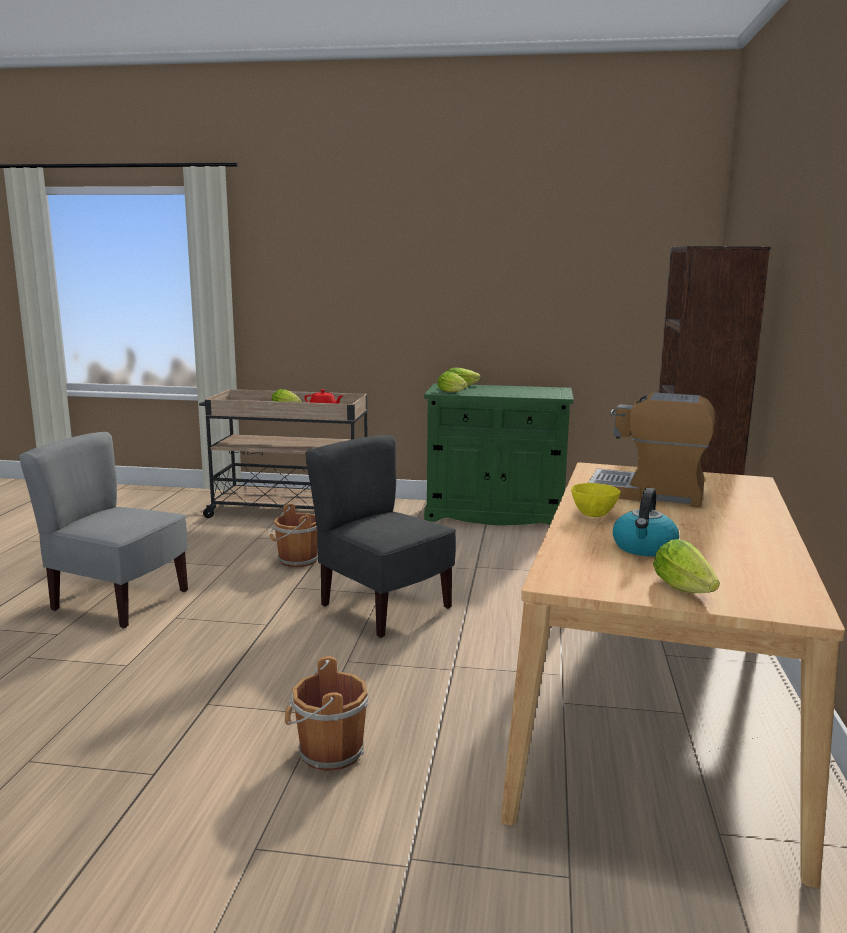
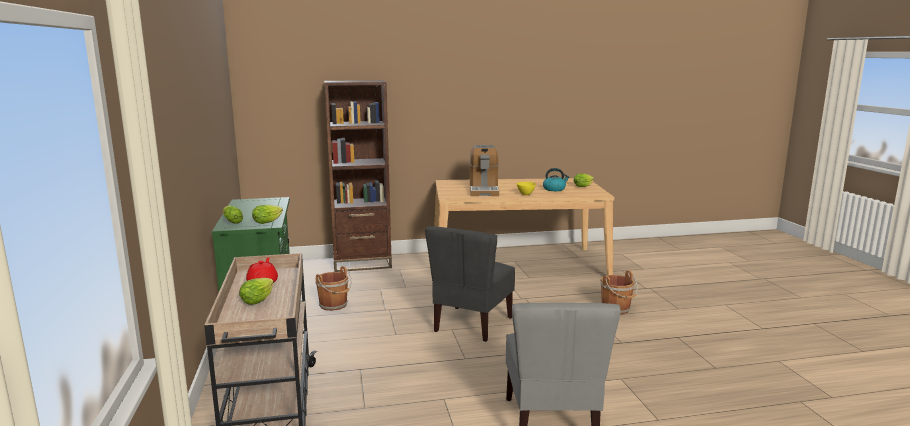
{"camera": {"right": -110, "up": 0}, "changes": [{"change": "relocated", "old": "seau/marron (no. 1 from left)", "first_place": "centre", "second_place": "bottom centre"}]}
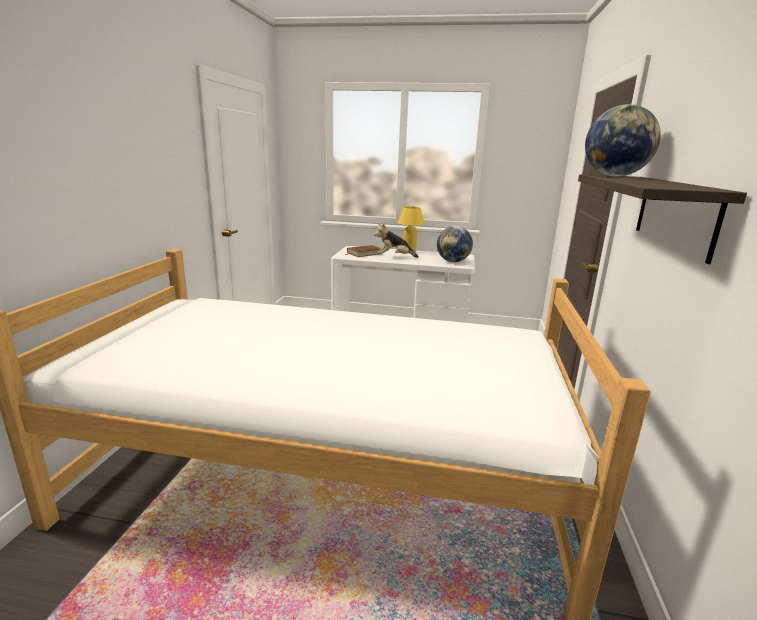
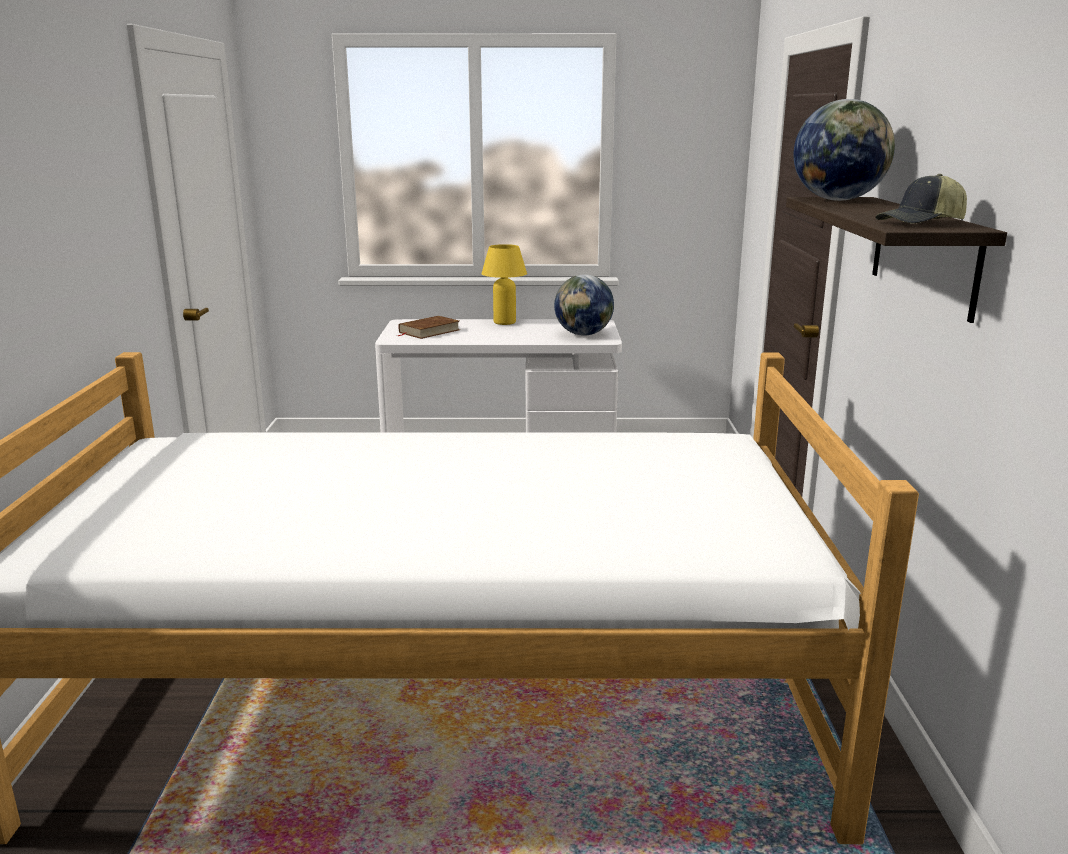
{"camera": {"right": -10, "up": 0}, "changes": [{"change": "appeared", "new": "casquette", "second_place": "top right"}, {"change": "missing", "old": "peluche", "first_place": "centre"}]}
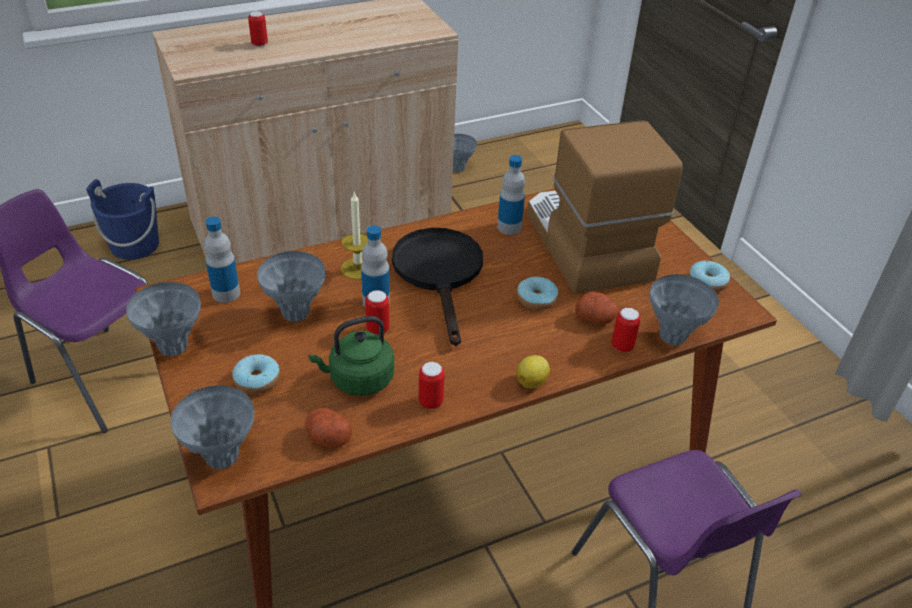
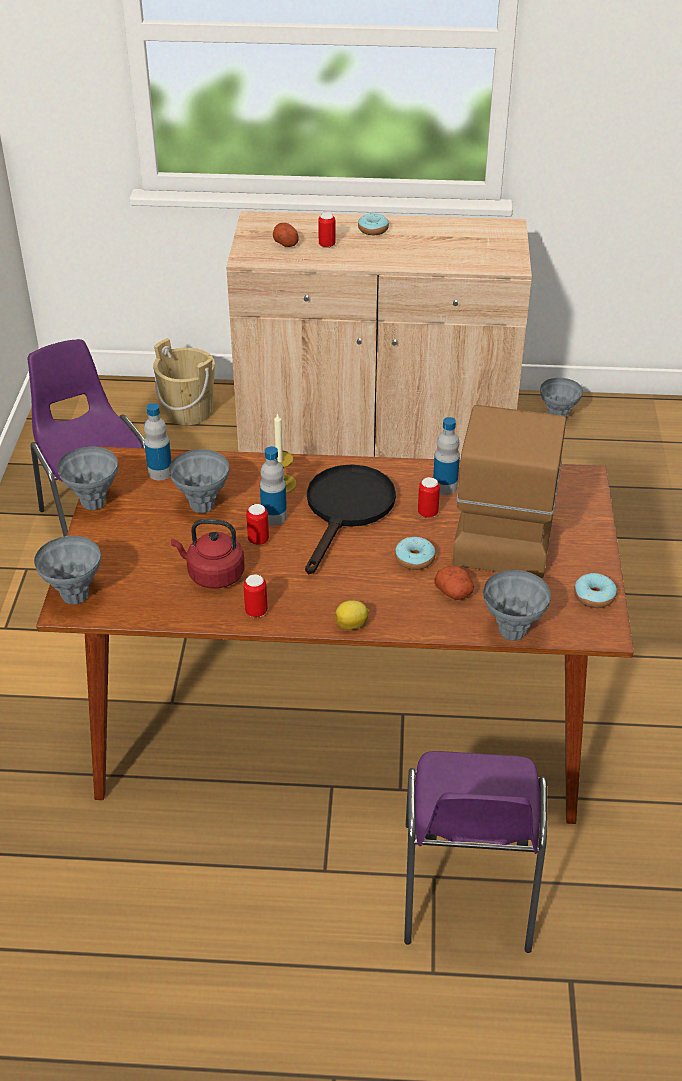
{"camera": {"right": 30, "up": 0}, "changes": [{"change": "colour", "old": "seau/bleu", "new": "seau/beige", "first_place": "middle left", "second_place": "middle left"}, {"change": "colour", "old": "bouilloire/vert", "new": "bouilloire/rouge", "first_place": "centre", "second_place": "middle left"}, {"change": "relocated", "old": "pomme de terre (no. 1 from left)", "first_place": "bottom centre", "second_place": "top centre"}, {"change": "relocated", "old": "beignet (no. 1 from left)", "first_place": "middle left", "second_place": "top centre"}, {"change": "relocated", "old": "boîte métallique (no. 4 from left)", "first_place": "middle right", "second_place": "centre"}]}
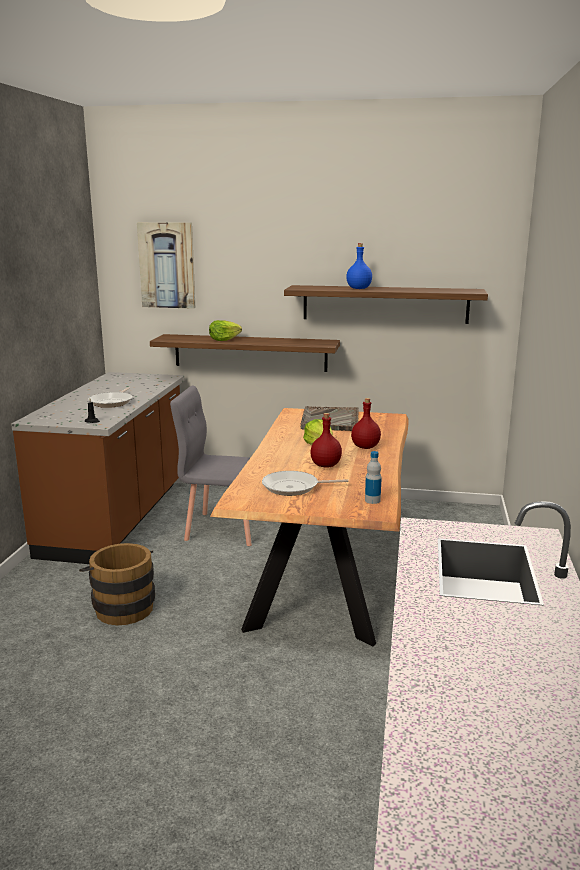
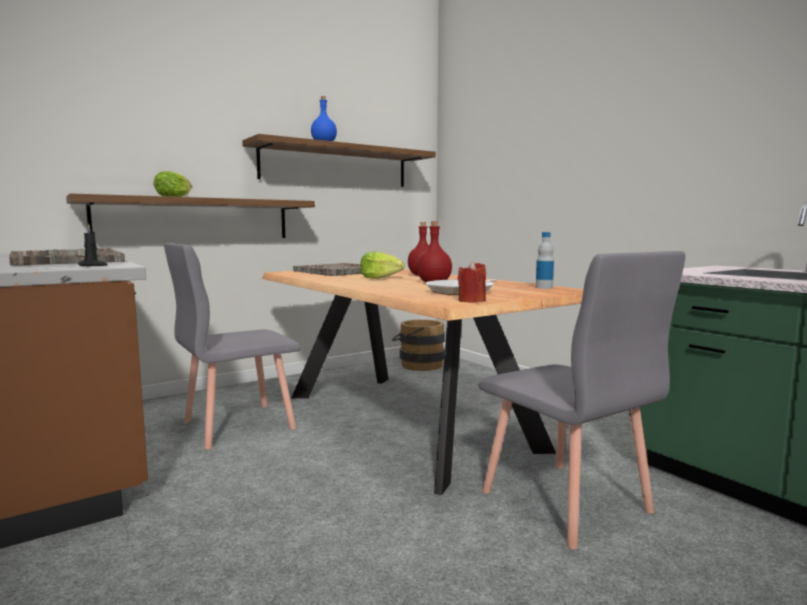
{"camera": {"right": -45, "up": -10}, "changes": [{"change": "exchanged", "old": "poêle (no. 1 from left)", "new": "plateau/gris (no. 1 from left)", "first_place": "middle left", "second_place": "middle left"}, {"change": "relocated", "old": "seau/marron", "first_place": "bottom left", "second_place": "centre"}, {"change": "appeared", "new": "bougie/rouge", "second_place": "centre"}, {"change": "appeared", "new": "chaise/gris (no. 2 from left)", "second_place": "middle right"}, {"change": "missing", "old": "tableau", "first_place": "top left"}]}
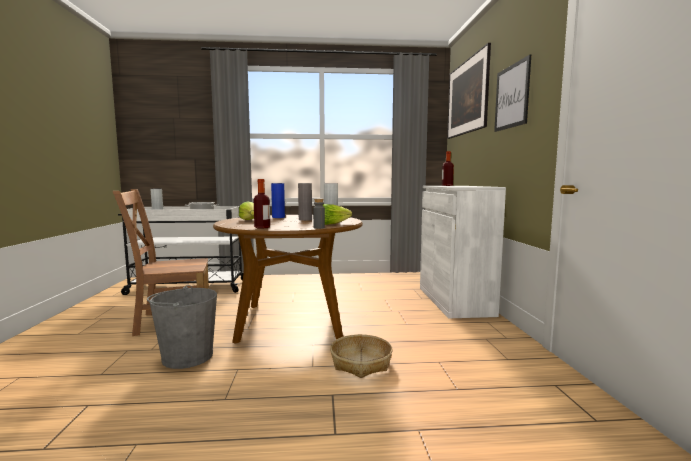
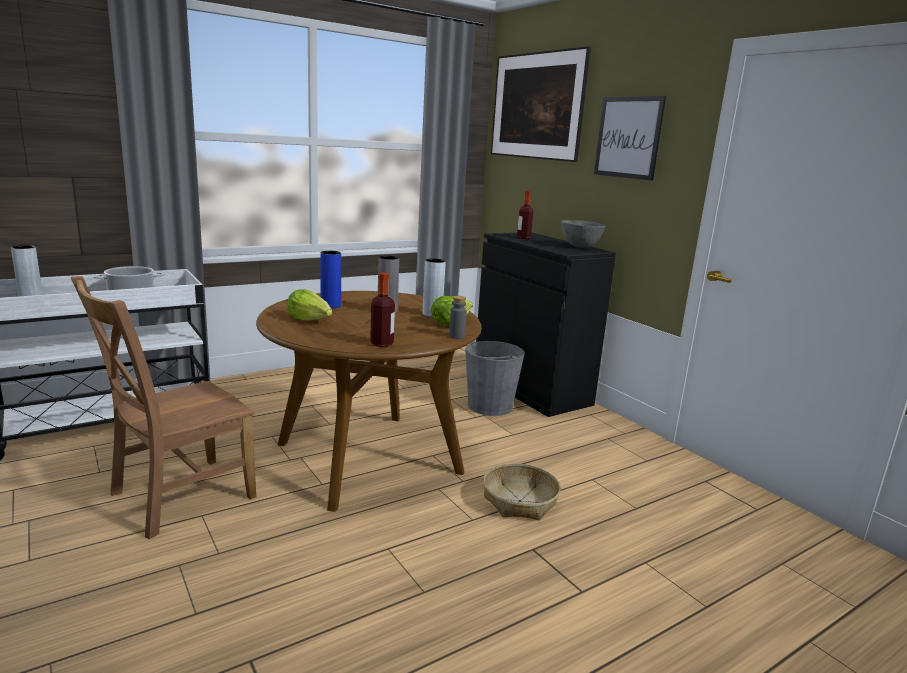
{"camera": {"right": -30, "up": 10}, "changes": [{"change": "relocated", "old": "seau/gris", "first_place": "bottom left", "second_place": "centre"}, {"change": "colour", "old": "meuble de rangement/blanc", "new": "meuble de rangement/noir", "first_place": "middle right", "second_place": "centre"}, {"change": "appeared", "new": "bol/gris", "second_place": "centre"}]}
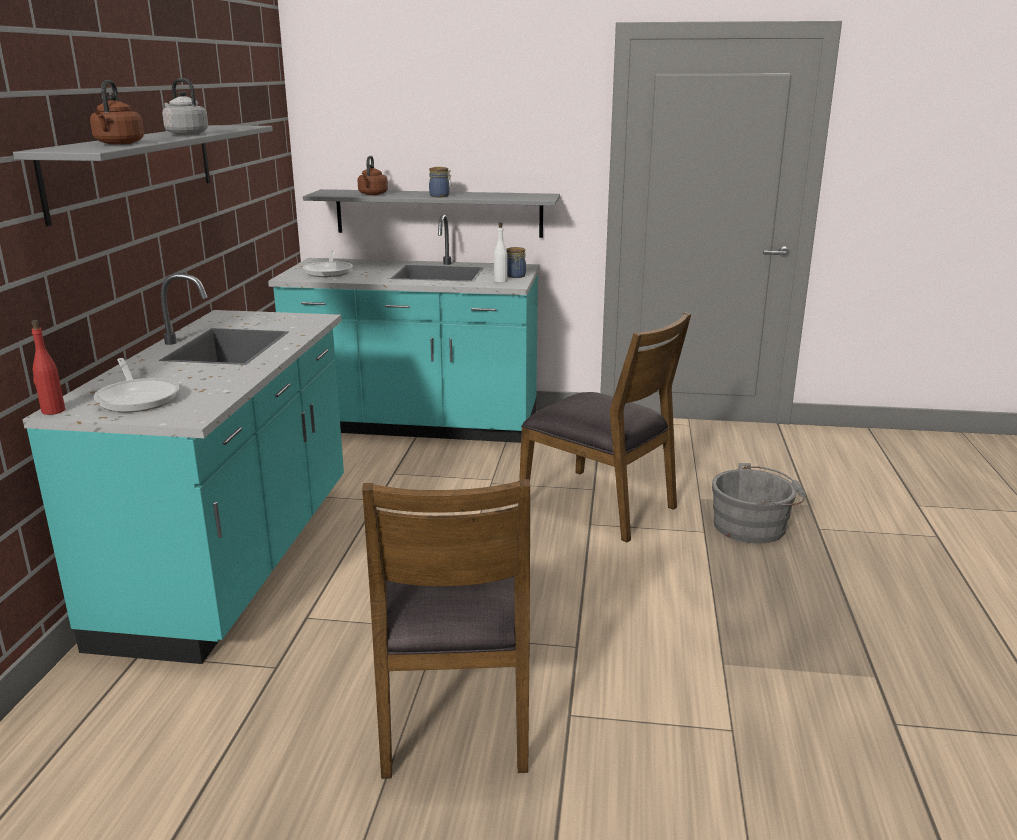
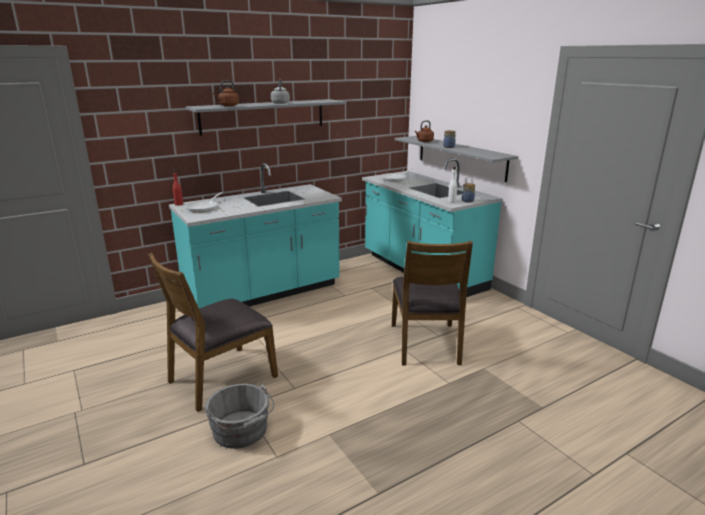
{"camera": {"right": 50, "up": 0}, "changes": [{"change": "relocated", "old": "seau/gris", "first_place": "middle right", "second_place": "bottom centre"}]}
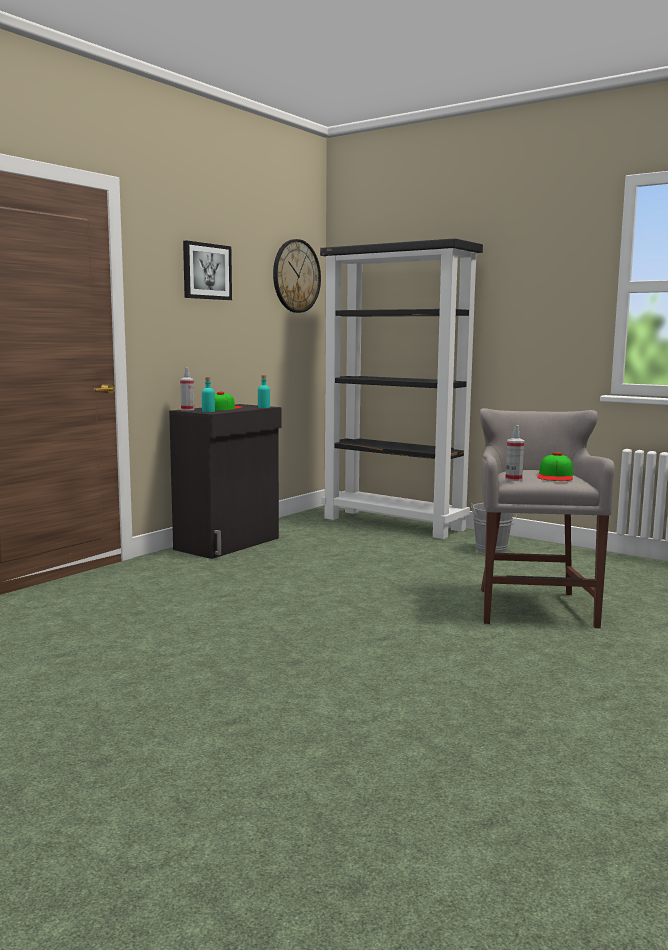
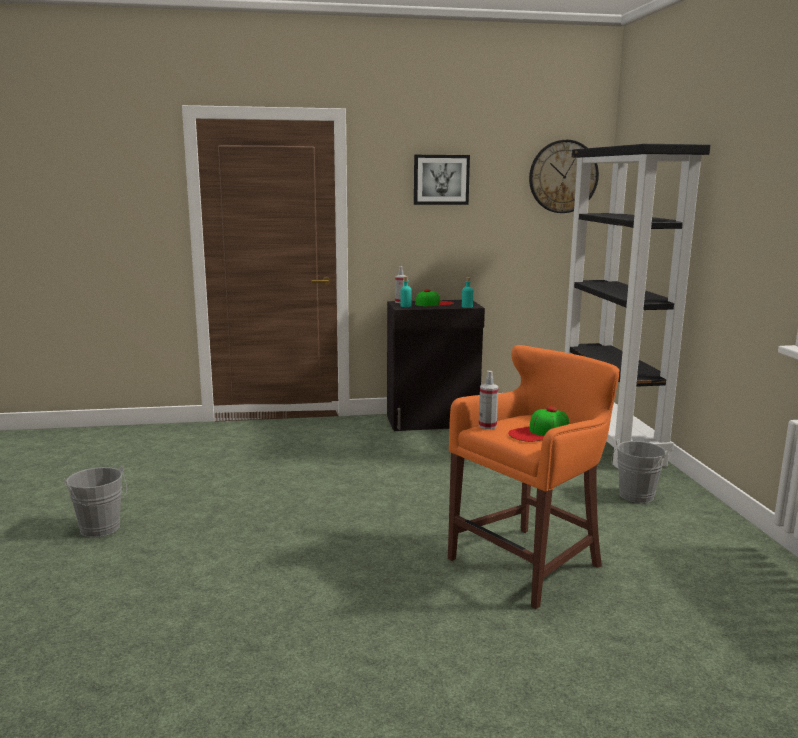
{"camera": {"right": 45, "up": 5}, "changes": [{"change": "appeared", "new": "seau/gris (no. 1 from left)", "second_place": "bottom left"}, {"change": "colour", "old": "tabouret/gris", "new": "tabouret/orange", "first_place": "middle right", "second_place": "middle right"}]}
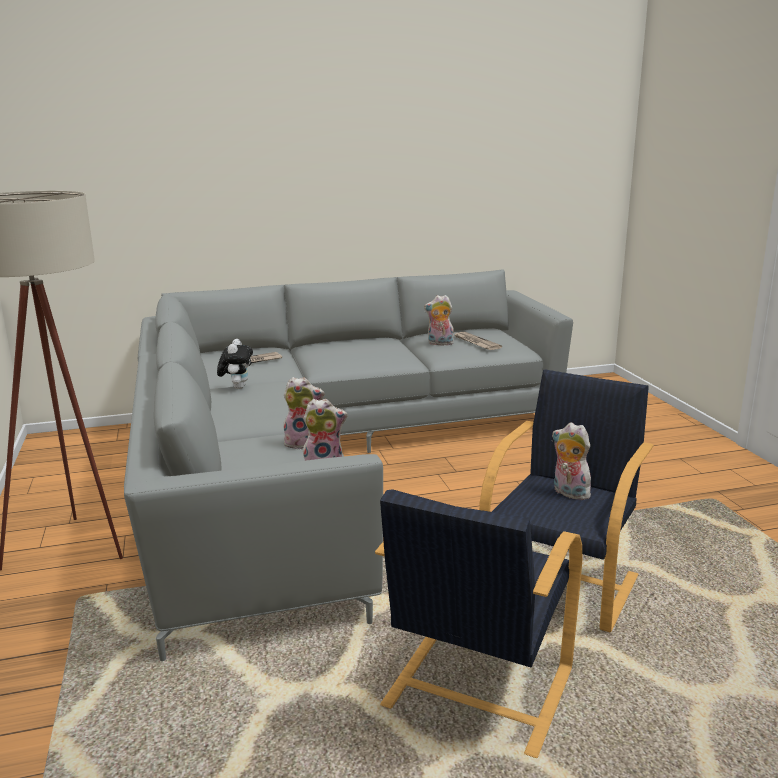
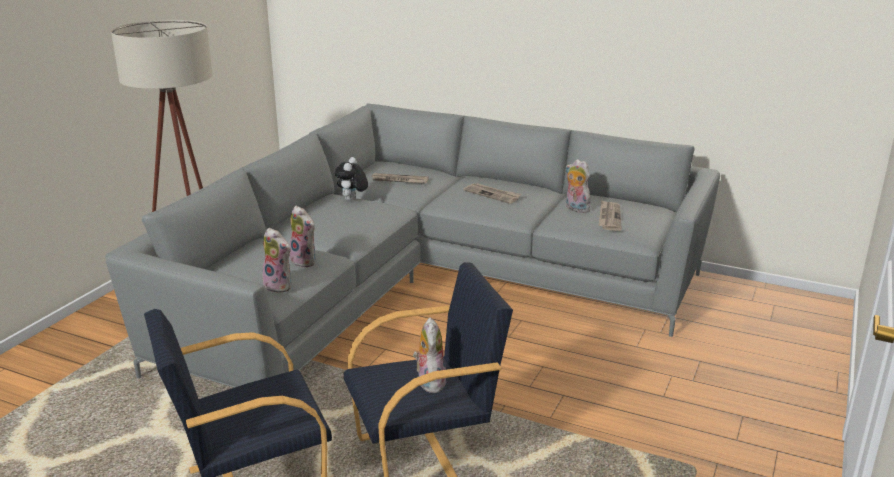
{"camera": {"right": 40, "up": 5}, "changes": [{"change": "spun", "old": "peluche (no. 1 from left in the first image)", "first_place": "middle left", "second_place": "centre", "degrees": 150}, {"change": "appeared", "new": "journal (no. 2 from left)", "second_place": "centre"}]}
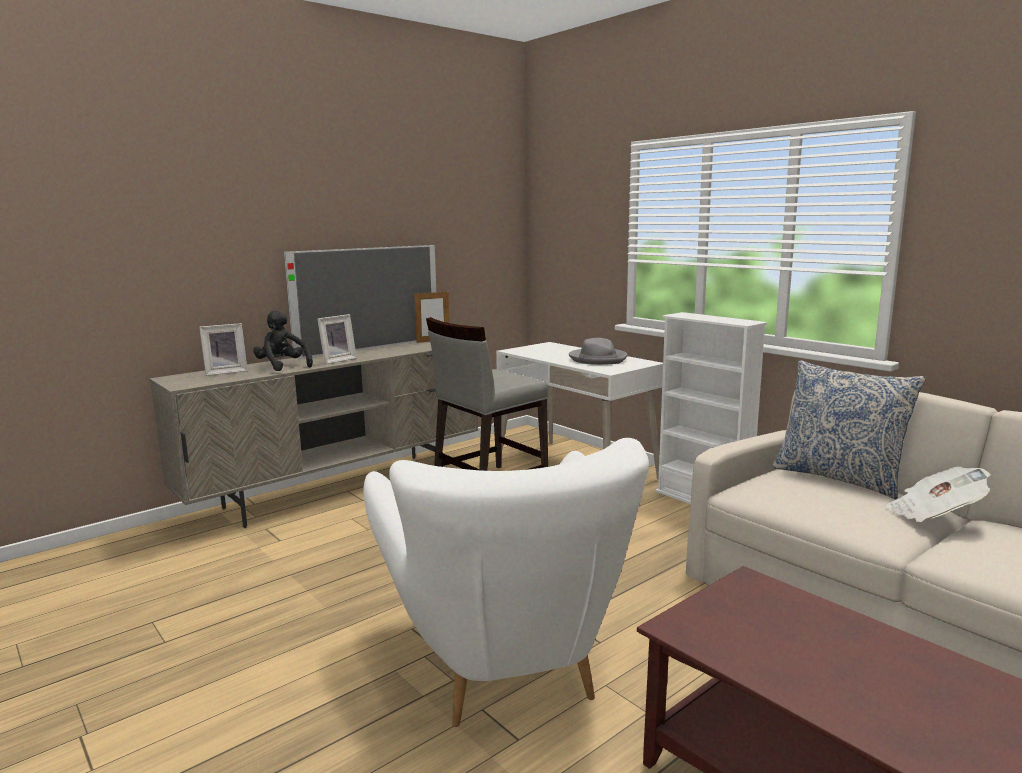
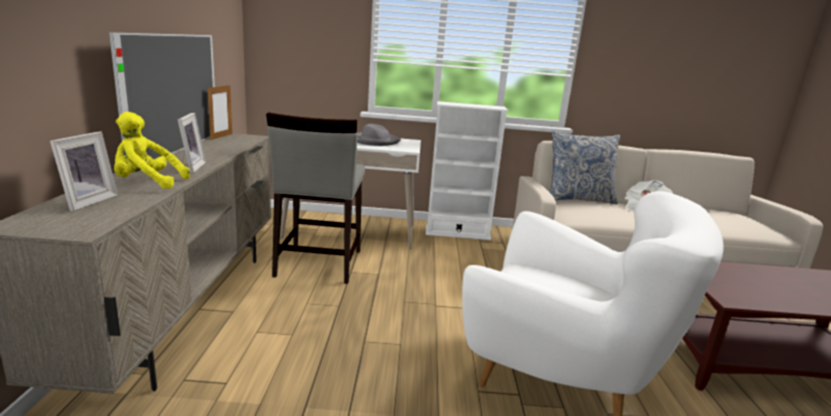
{"camera": {"right": -50, "up": 5}, "changes": [{"change": "colour", "old": "peluche/noir", "new": "peluche/jaune", "first_place": "middle left", "second_place": "middle left"}]}
